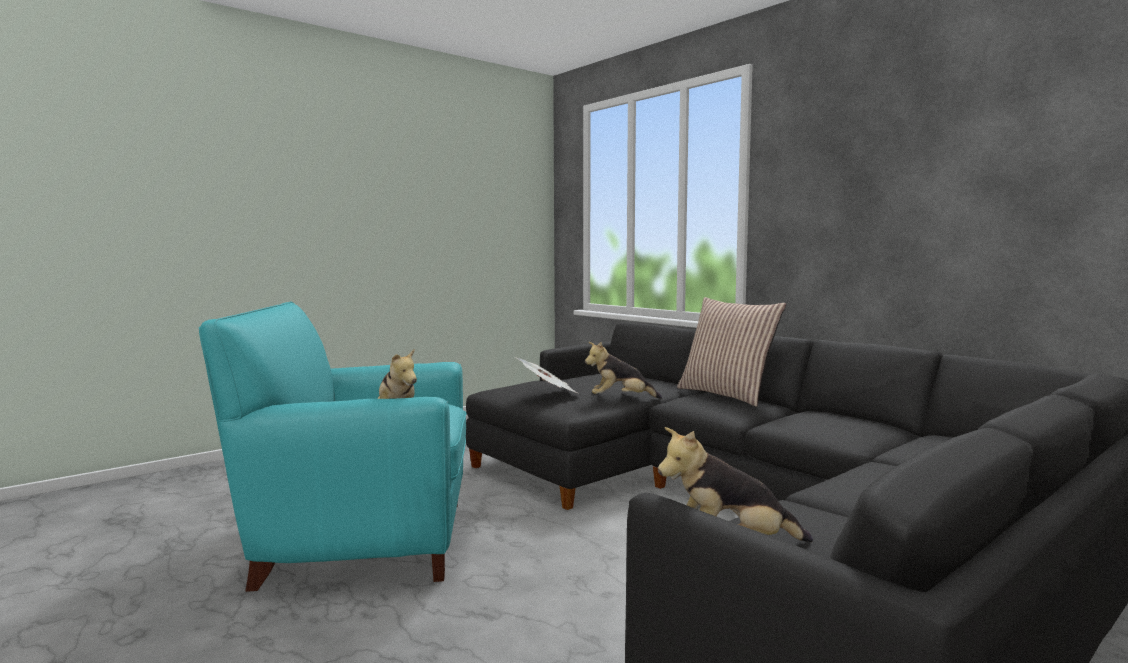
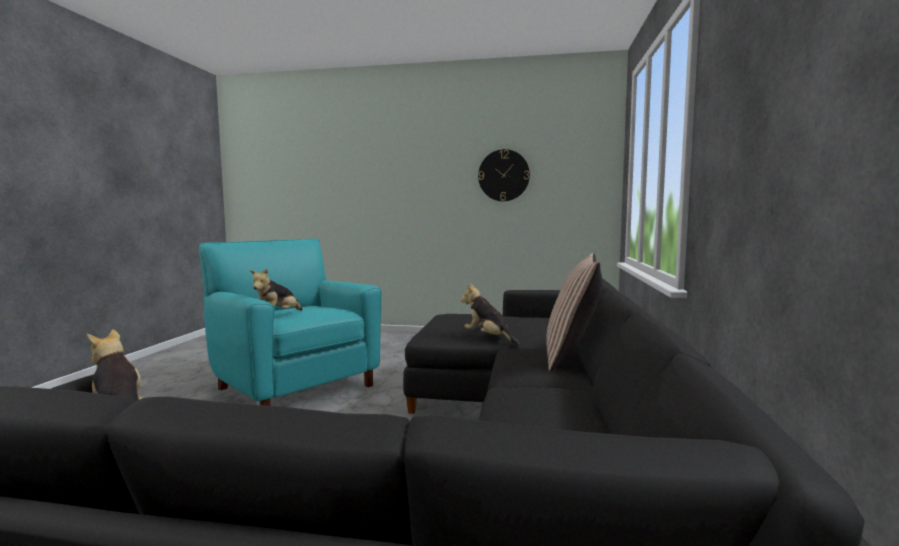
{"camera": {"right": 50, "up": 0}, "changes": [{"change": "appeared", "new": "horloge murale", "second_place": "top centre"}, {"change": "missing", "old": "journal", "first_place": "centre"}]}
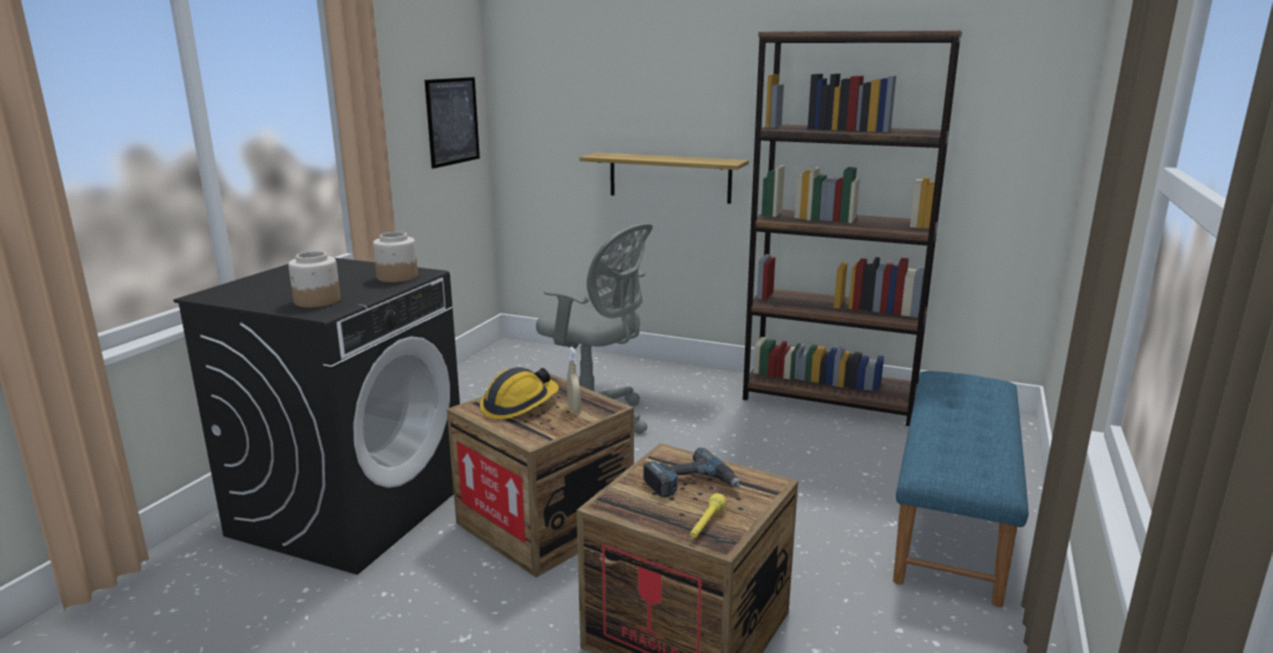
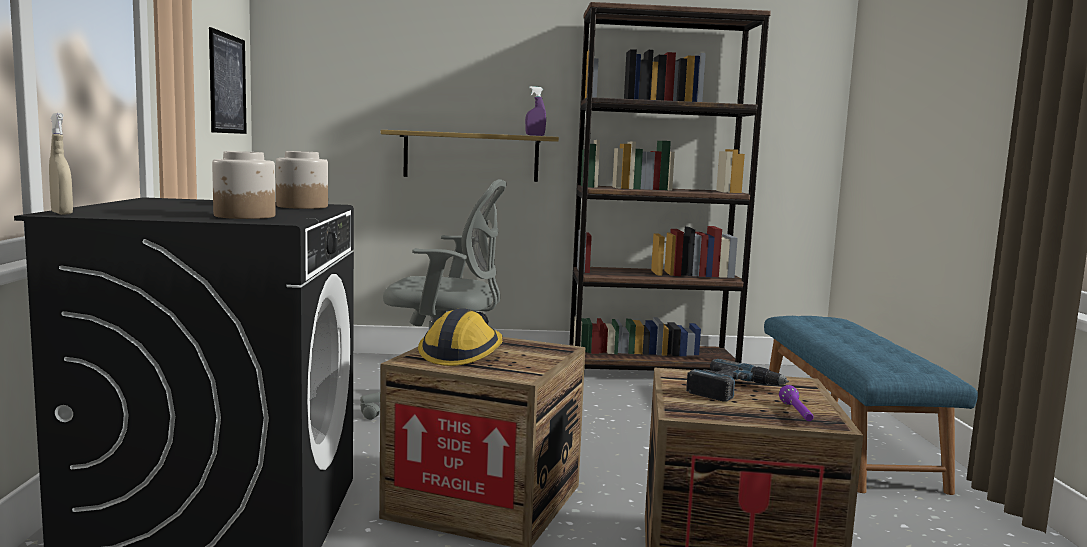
{"camera": {"right": -25, "up": -10}, "changes": [{"change": "relocated", "old": "vaporisateur/beige", "first_place": "centre", "second_place": "top left"}, {"change": "appeared", "new": "vaporisateur/violet", "second_place": "top centre"}, {"change": "colour", "old": "lampe de poche/jaune", "new": "lampe de poche/violet", "first_place": "bottom centre", "second_place": "bottom right"}]}
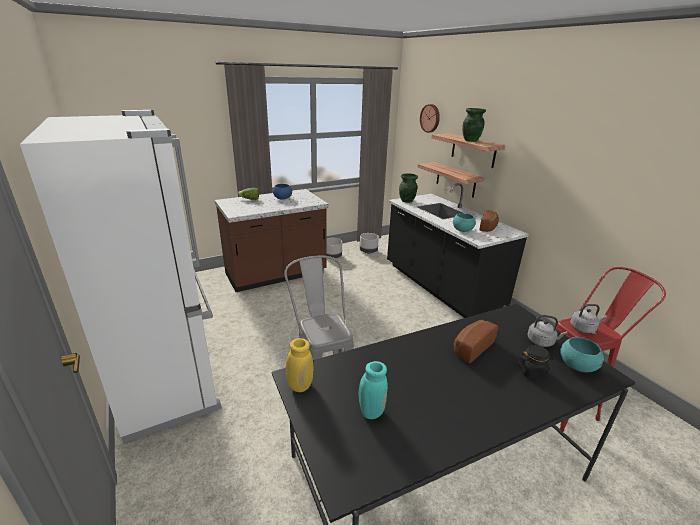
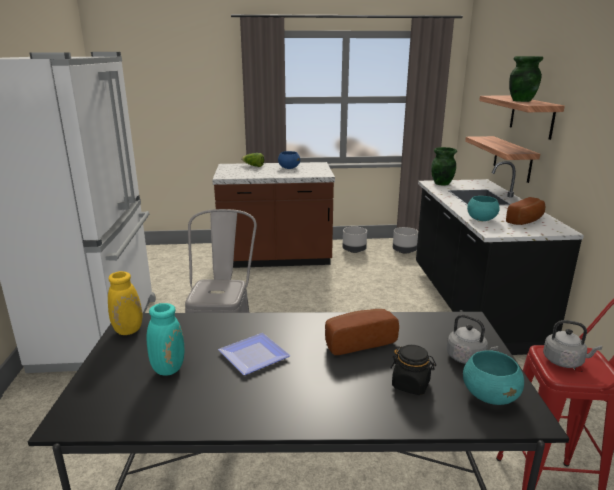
{"camera": {"right": 25, "up": -5}, "changes": [{"change": "appeared", "new": "assiette", "second_place": "bottom centre"}, {"change": "missing", "old": "horloge murale", "first_place": "top centre"}]}
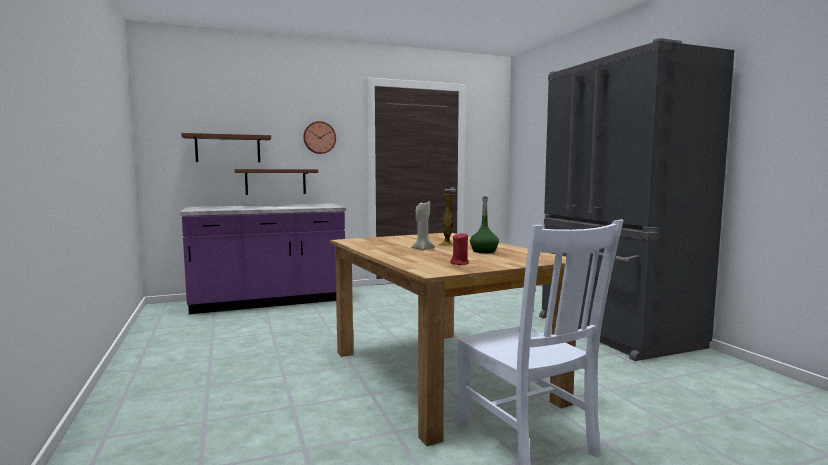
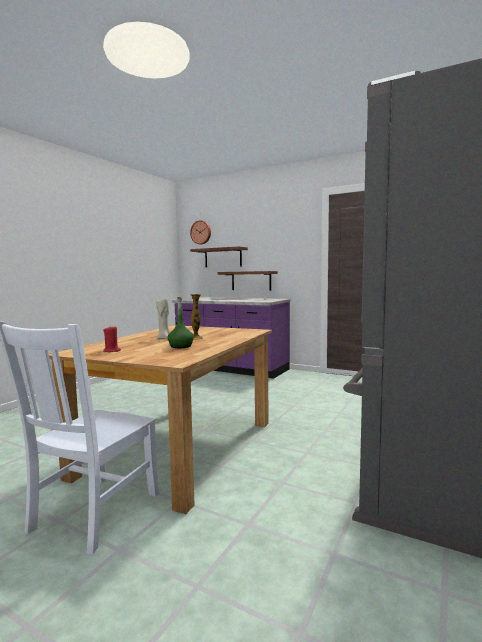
{"camera": {"right": 50, "up": 0}, "changes": [{"change": "relocated", "old": "horloge murale", "first_place": "top centre", "second_place": "centre"}]}
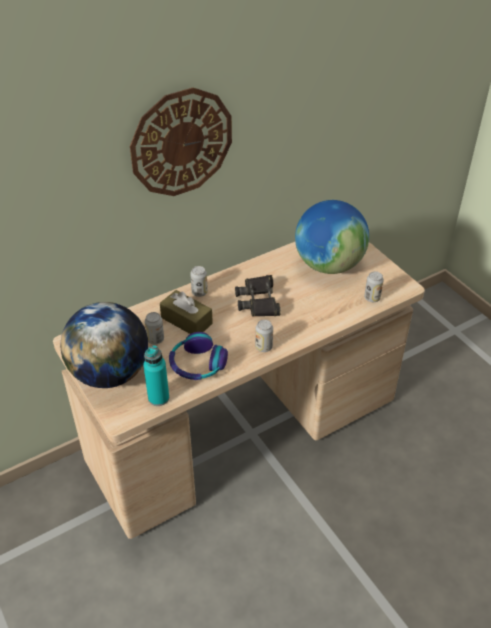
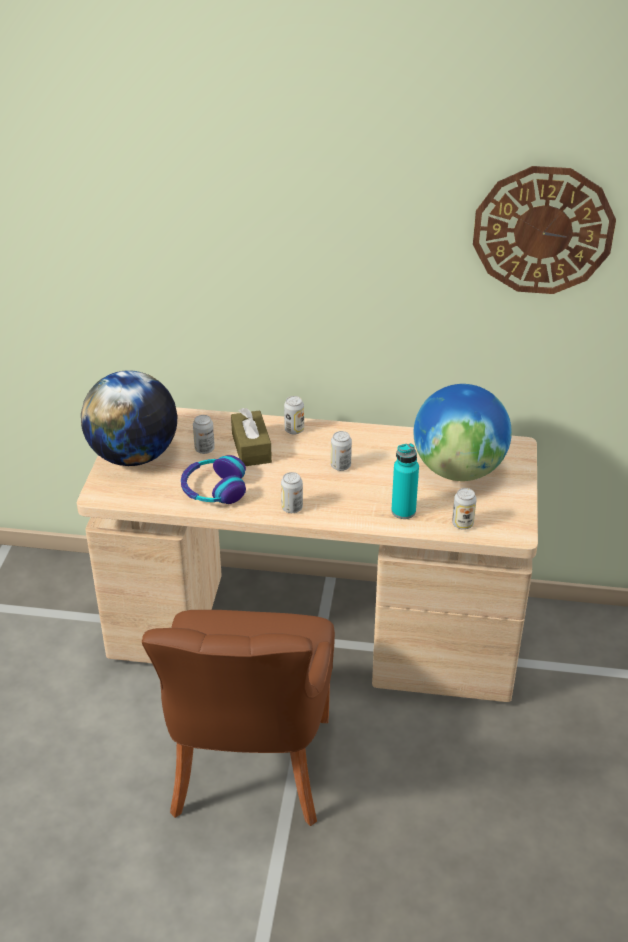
{"camera": {"right": 40, "up": -5}, "changes": [{"change": "appeared", "new": "chaise/marron", "second_place": "bottom centre"}, {"change": "exchanged", "old": "jumelles/noir", "new": "boîte métallique (no. 4 from left)", "first_place": "centre", "second_place": "centre"}, {"change": "relocated", "old": "bouteille/turquoise", "first_place": "middle left", "second_place": "centre"}, {"change": "relocated", "old": "horloge murale", "first_place": "top centre", "second_place": "top right"}]}
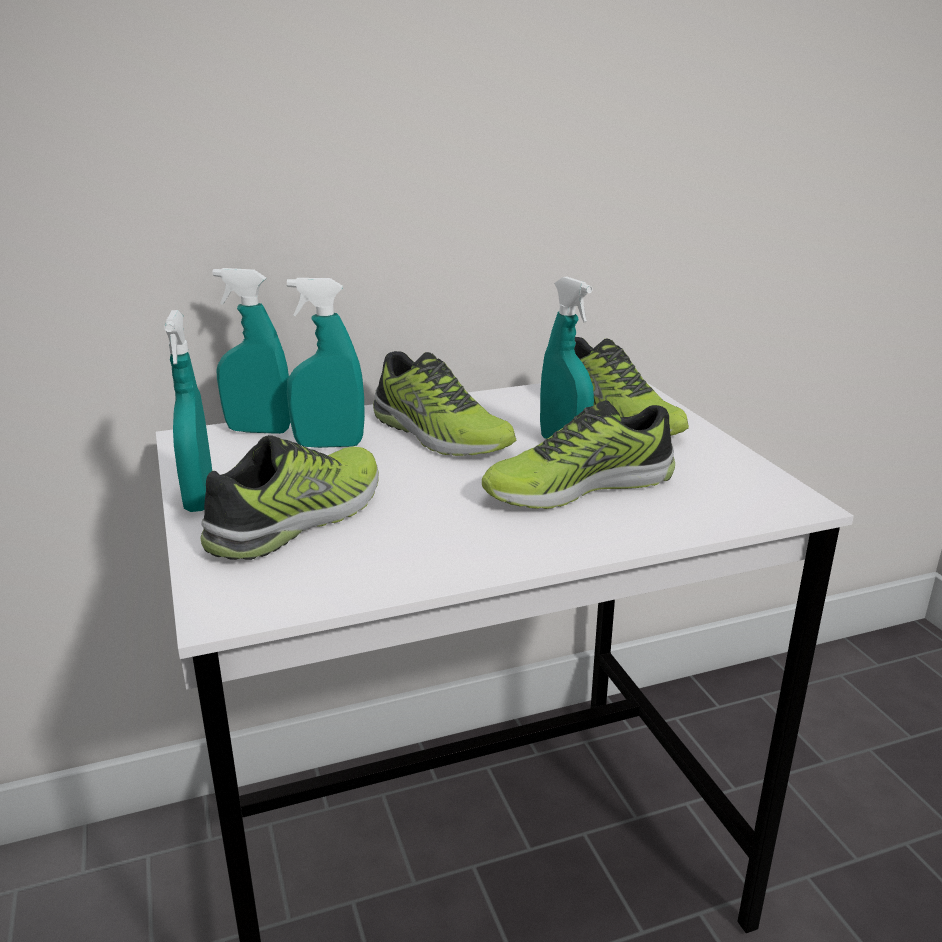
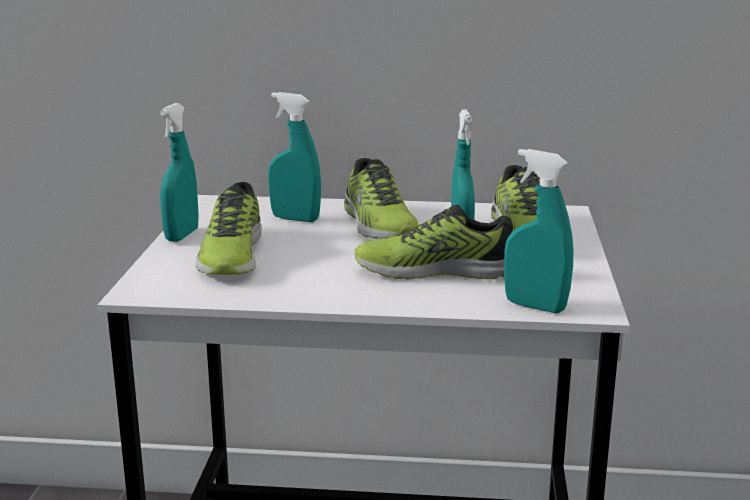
{"camera": {"right": 25, "up": -5}, "changes": [{"change": "spun", "old": "chaussure (no. 1 from left)", "first_place": "middle left", "second_place": "middle left", "degrees": 120}, {"change": "relocated", "old": "vaporisateur/turquoise (no. 2 from left in the first image)", "new": "vaporisateur/turquoise (no. 4 from left)", "first_place": "middle left", "second_place": "middle right"}]}
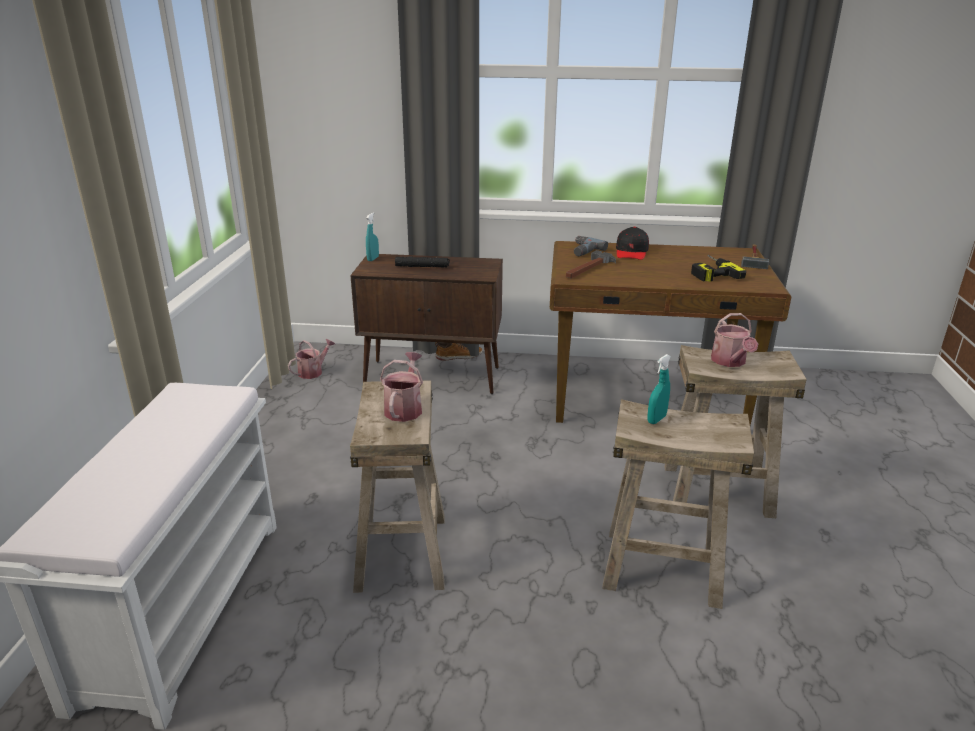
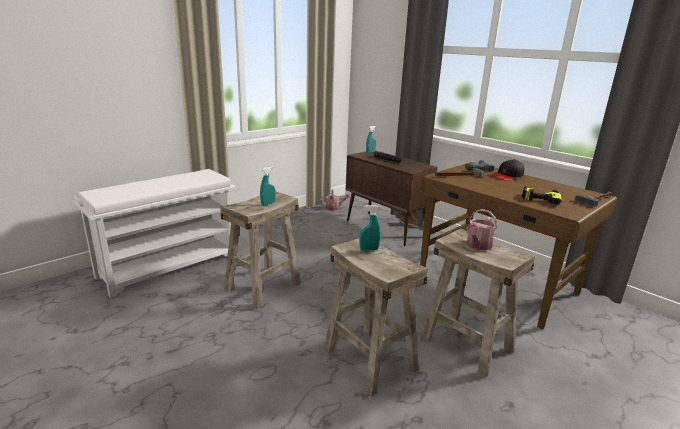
{"camera": {"right": 40, "up": -5}, "changes": [{"change": "exchanged", "old": "arrosoir (no. 2 from left)", "new": "vaporisateur/turquoise (no. 1 from left)", "first_place": "centre", "second_place": "centre"}]}
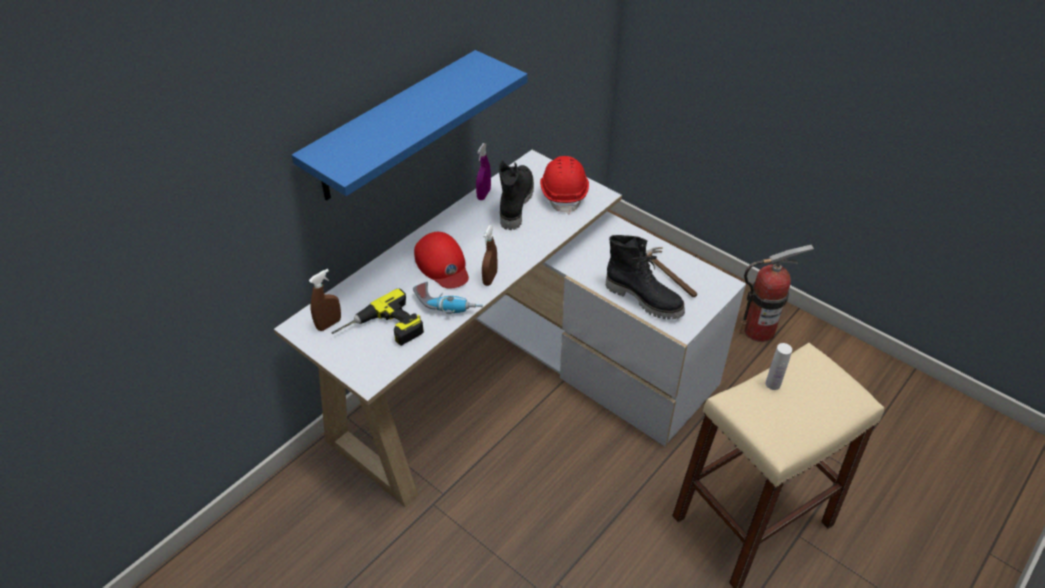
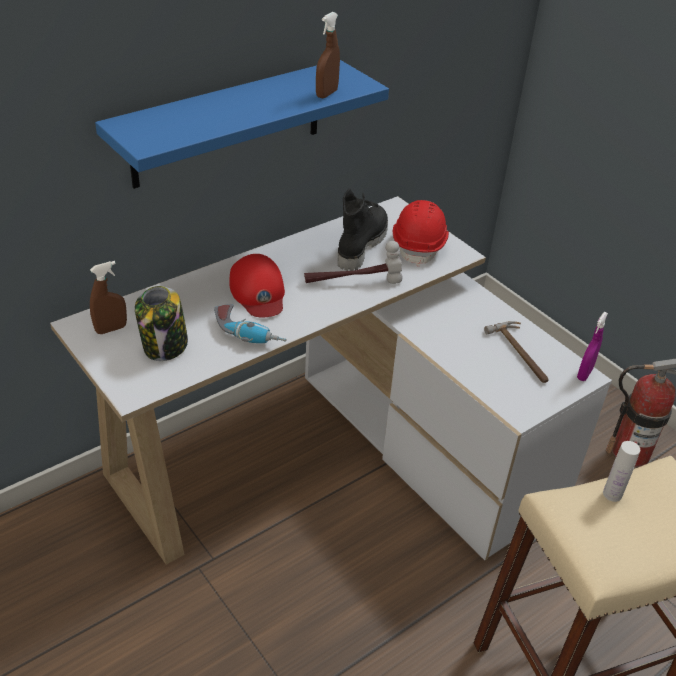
{"camera": {"right": 10, "up": -5}, "changes": [{"change": "exchanged", "old": "perceuse (no. 1 from left)", "new": "bocal", "first_place": "centre", "second_place": "middle left"}, {"change": "appeared", "new": "marteau (no. 1 from left)", "second_place": "centre"}, {"change": "relocated", "old": "vaporisateur/marron (no. 2 from left)", "first_place": "centre", "second_place": "top centre"}, {"change": "relocated", "old": "vaporisateur/violet", "first_place": "top centre", "second_place": "middle right"}, {"change": "missing", "old": "botte/noir (no. 2 from left)", "first_place": "centre"}]}
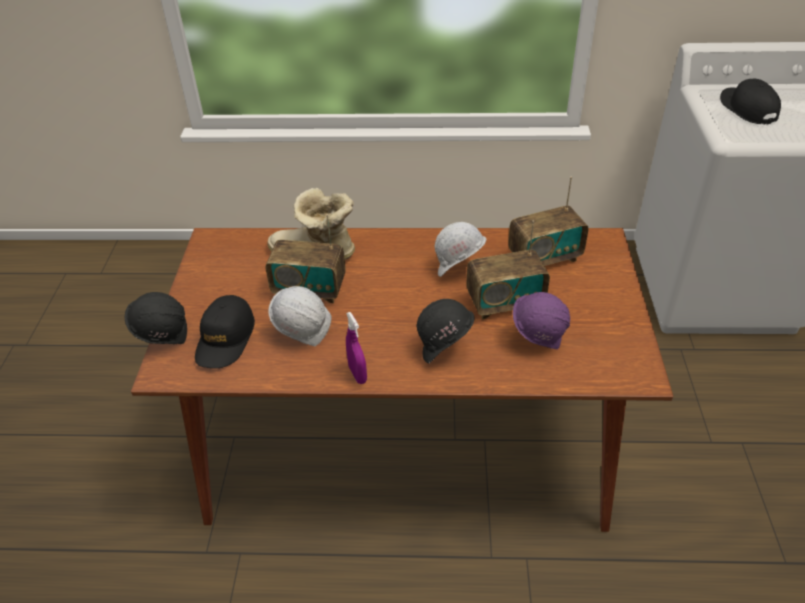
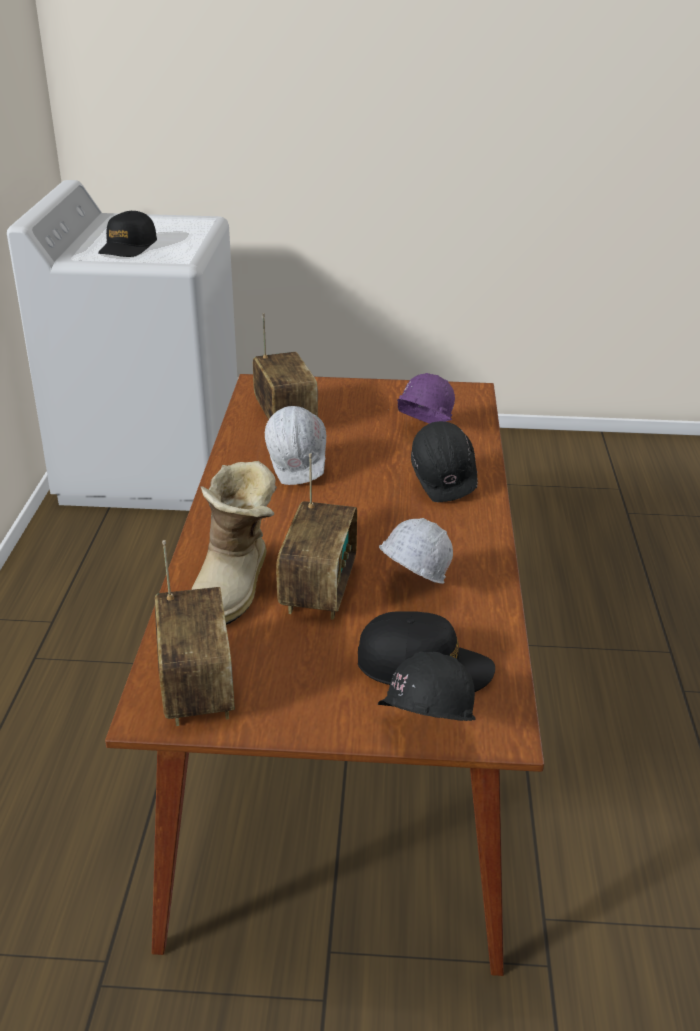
{"camera": {"right": -90, "up": -10}, "changes": [{"change": "spun", "old": "casquette/noir (no. 2 from left in the first image)", "first_place": "top right", "second_place": "top left", "degrees": -60}, {"change": "relocated", "old": "radio (no. 2 from left in the first image)", "new": "radio (no. 1 from left)", "first_place": "centre", "second_place": "middle left"}, {"change": "missing", "old": "vaporisateur/violet", "first_place": "centre"}]}
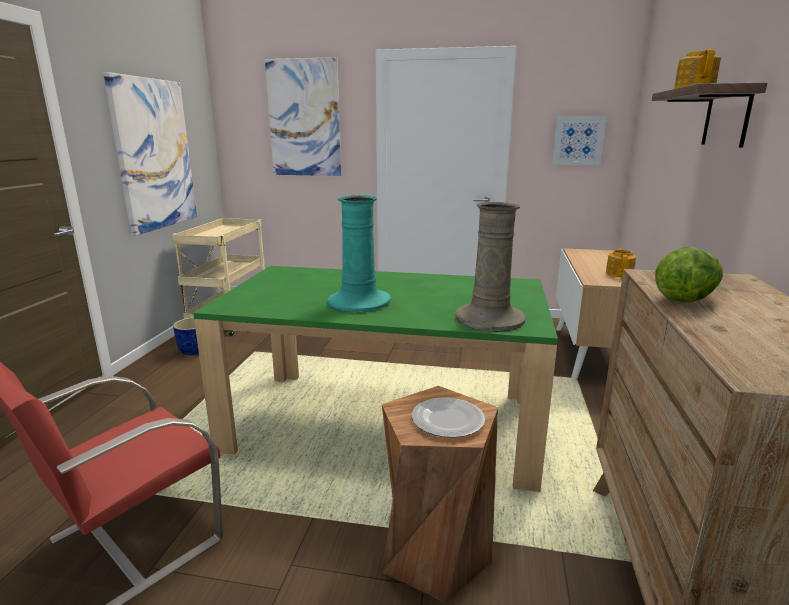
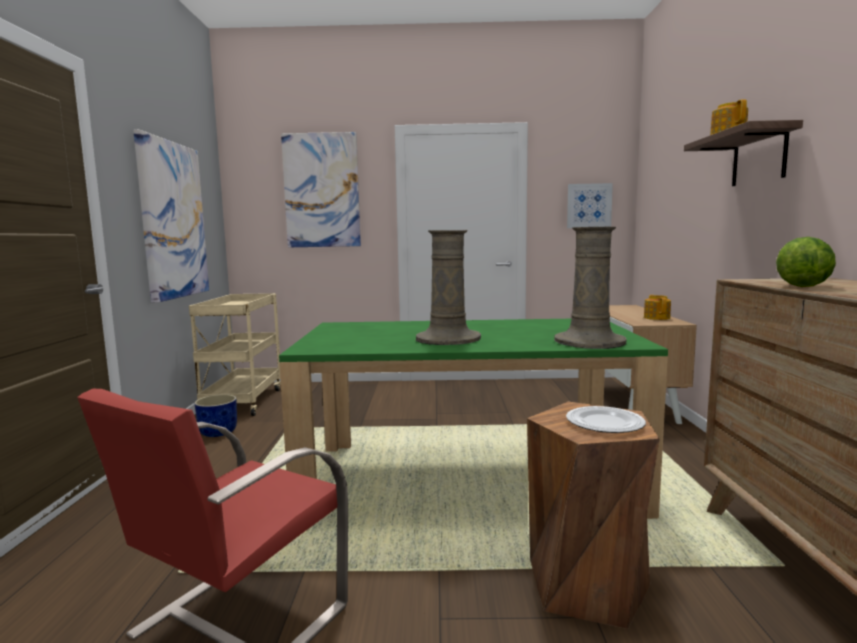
{"camera": {"right": -10, "up": -10}, "changes": [{"change": "colour", "old": "vase/turquoise", "new": "vase/beige (no. 1 from left)", "first_place": "centre", "second_place": "centre"}]}
